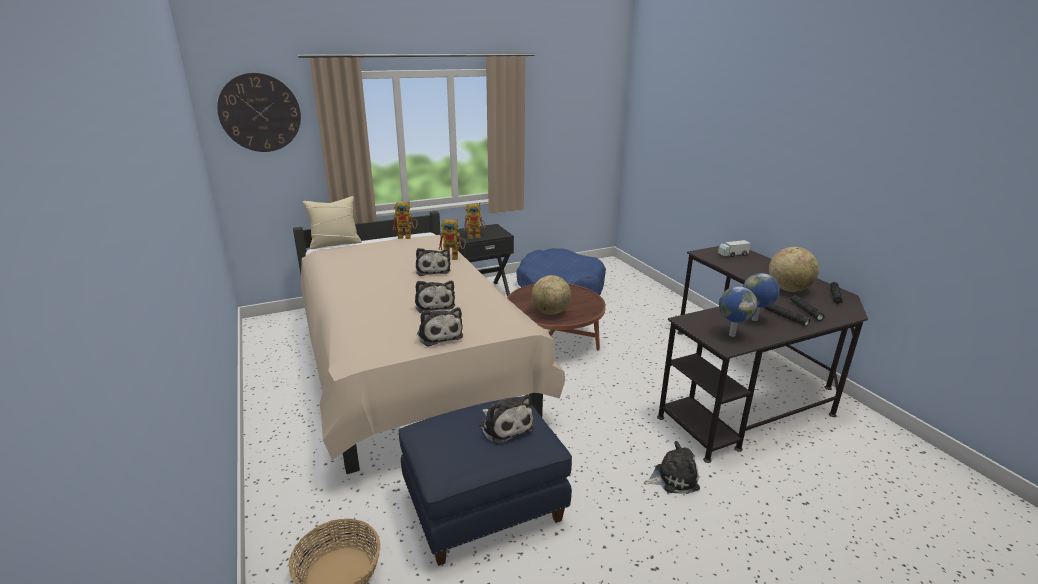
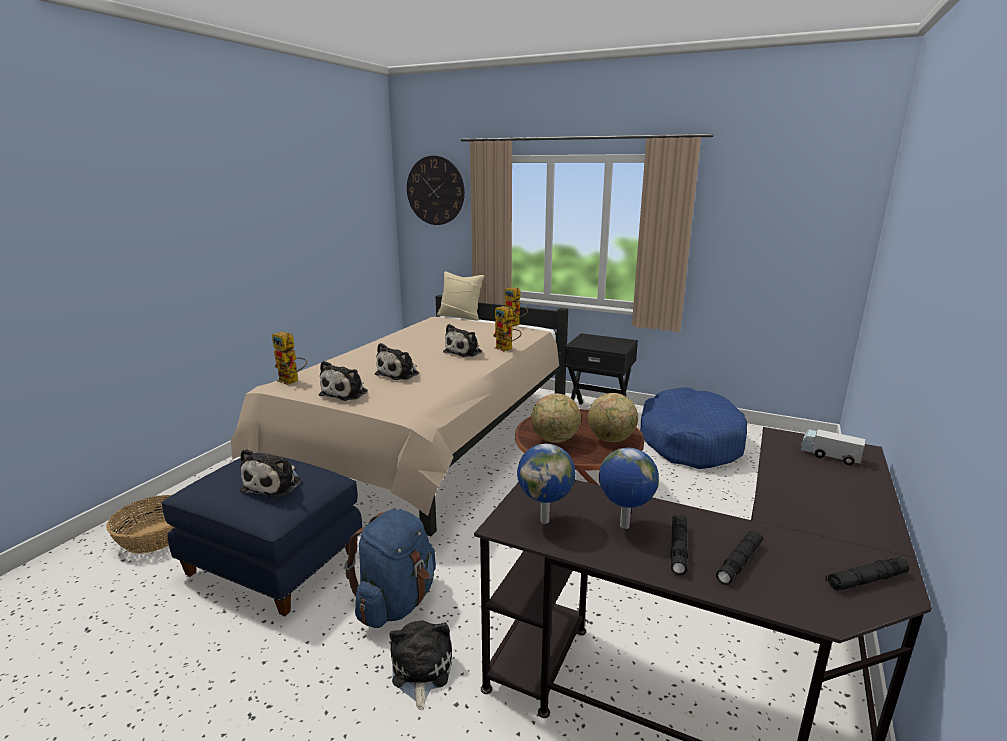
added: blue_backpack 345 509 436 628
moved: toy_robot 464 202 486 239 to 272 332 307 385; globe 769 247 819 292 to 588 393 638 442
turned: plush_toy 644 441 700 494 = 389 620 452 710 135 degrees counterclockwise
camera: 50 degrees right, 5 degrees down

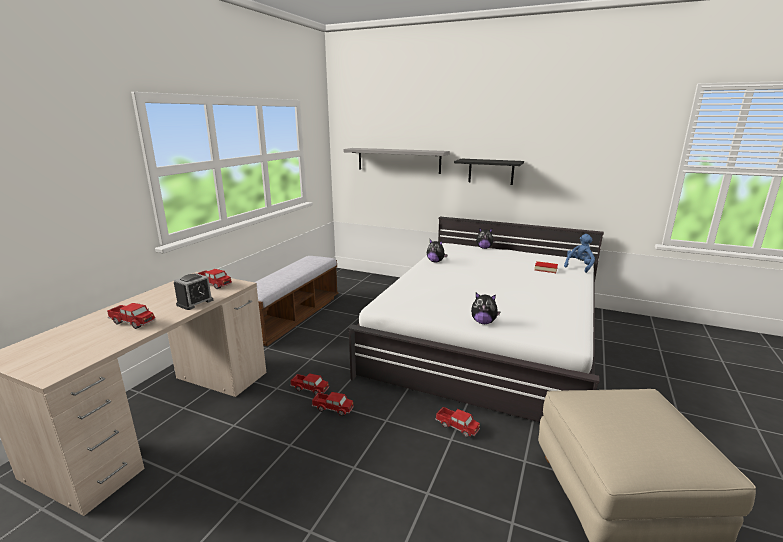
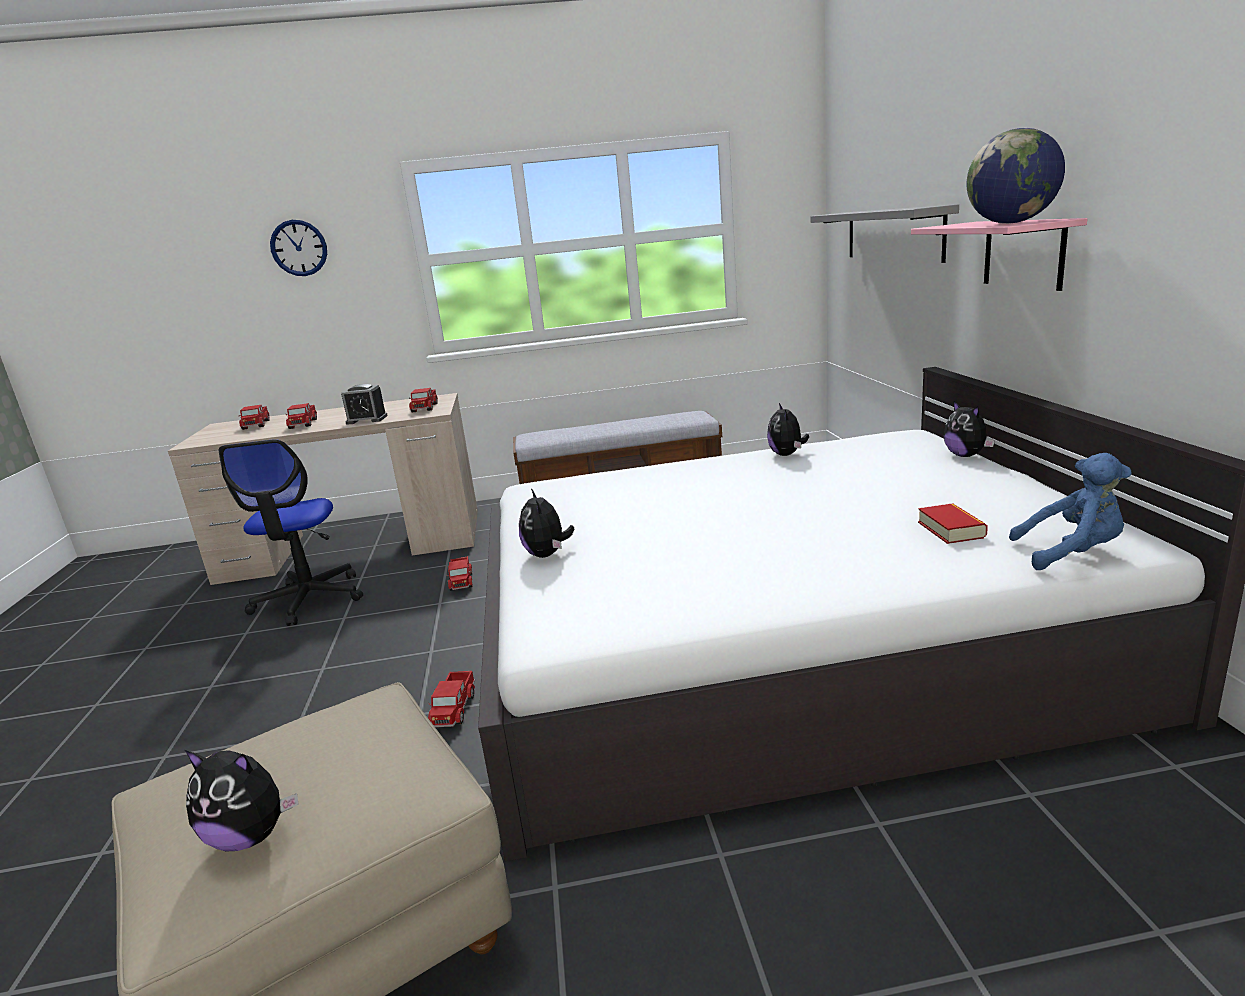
added: plush_toy 185 750 299 852; office_chair 219 439 363 626; wall_clock 270 220 327 276; globe 966 128 1065 224
moved: toy_truck 312 392 354 416 to 239 405 270 430
recoloured: black_shelf 454 159 524 185 to pink_shelf 911 218 1087 291
camera: 60 degrees right, 0 degrees up

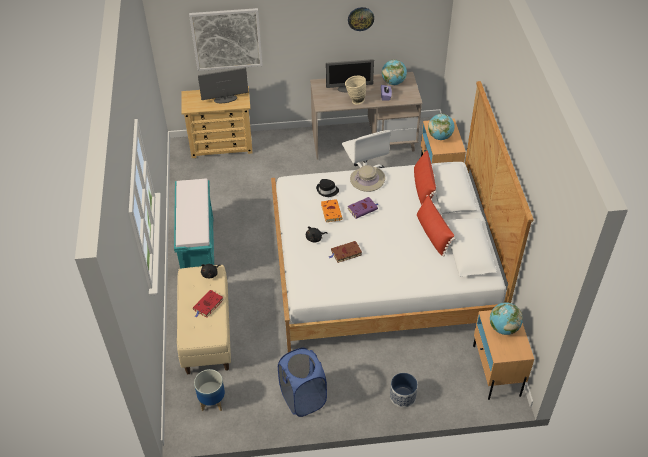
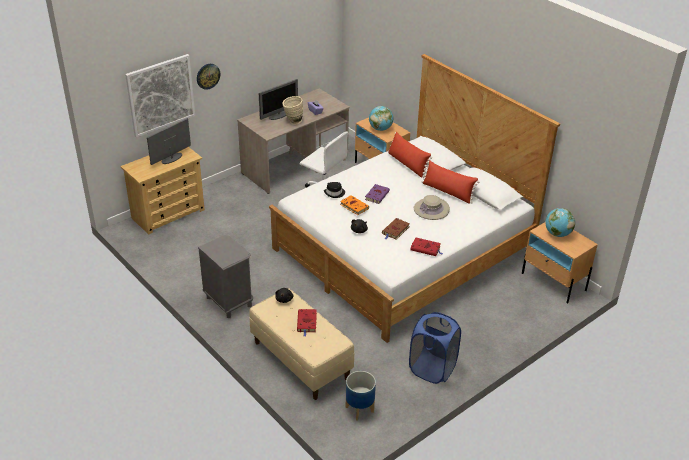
removed: globe 382 59 407 85; planter 390 373 418 408
added: red_book 410 237 443 256
moved: wall_clock 348 7 374 31 to 197 64 220 90; beige_hat 350 165 385 192 to 414 195 450 220
replaced: turquoise_bench 174 179 214 269 to grey_nightstand 198 235 253 318
camera: 35 degrees left, 10 degrees down

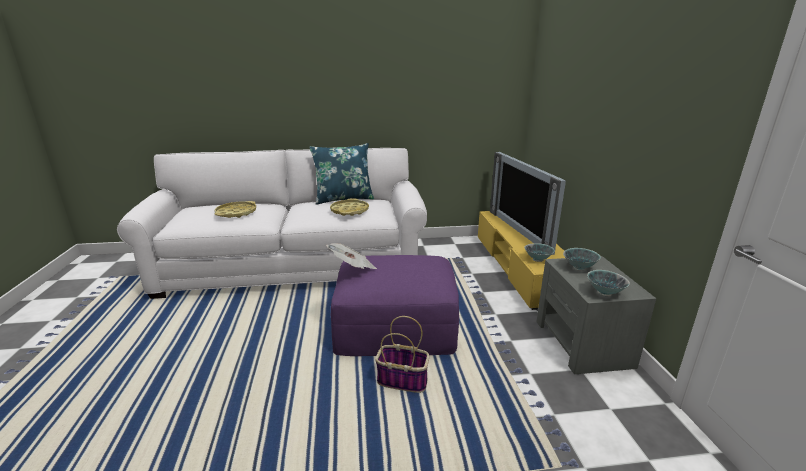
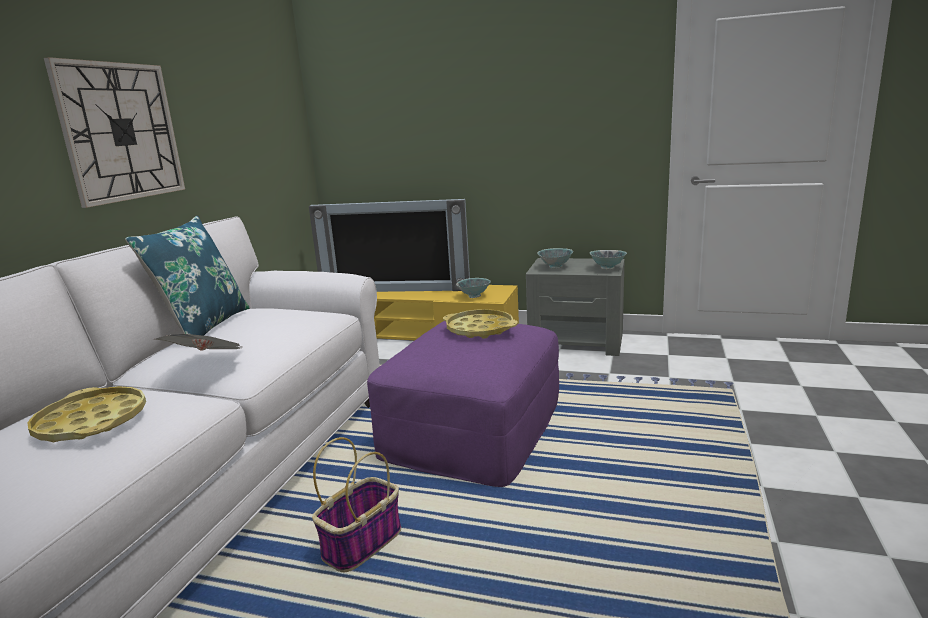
added: wall_clock 44 57 185 208
moved: newspaper 326 243 377 269 to 154 334 241 351; basket 375 316 429 393 to 312 437 401 572; yellow_tray 330 198 369 216 to 443 309 518 339
camera: 65 degrees left, 5 degrees down

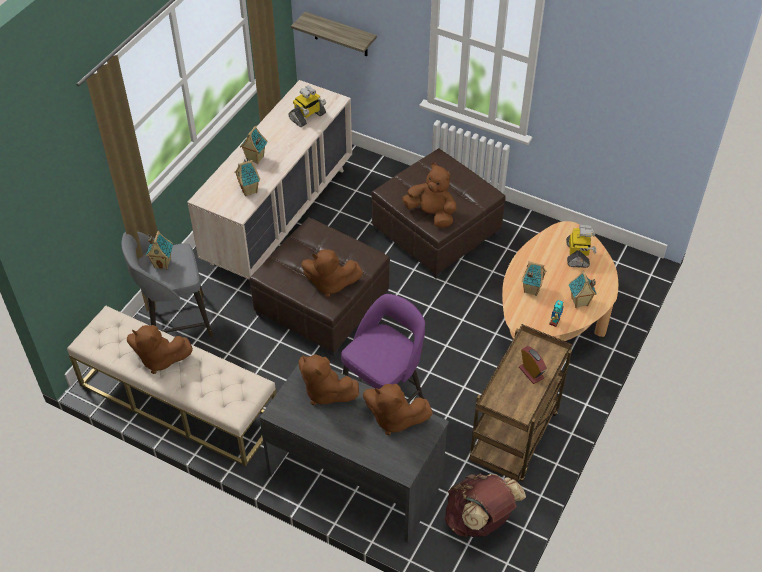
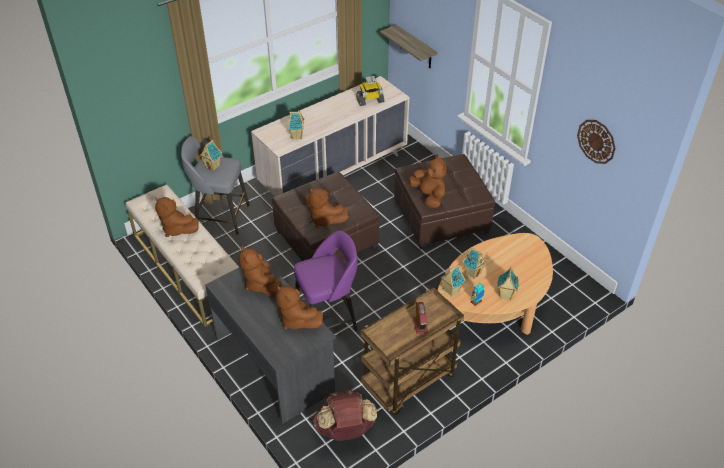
removed: toy_robot 566 225 596 268
added: wall_clock 577 120 616 164
moved: toy_house 240 125 267 164 to 440 264 465 297
camera: 25 degrees right, 5 degrees down

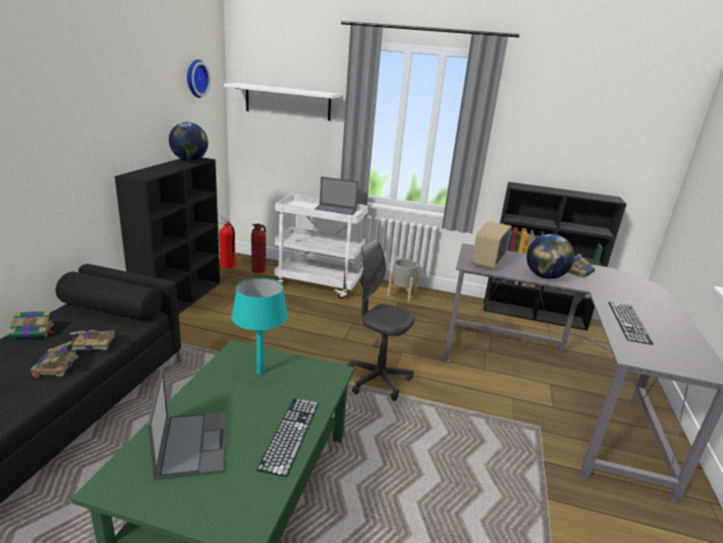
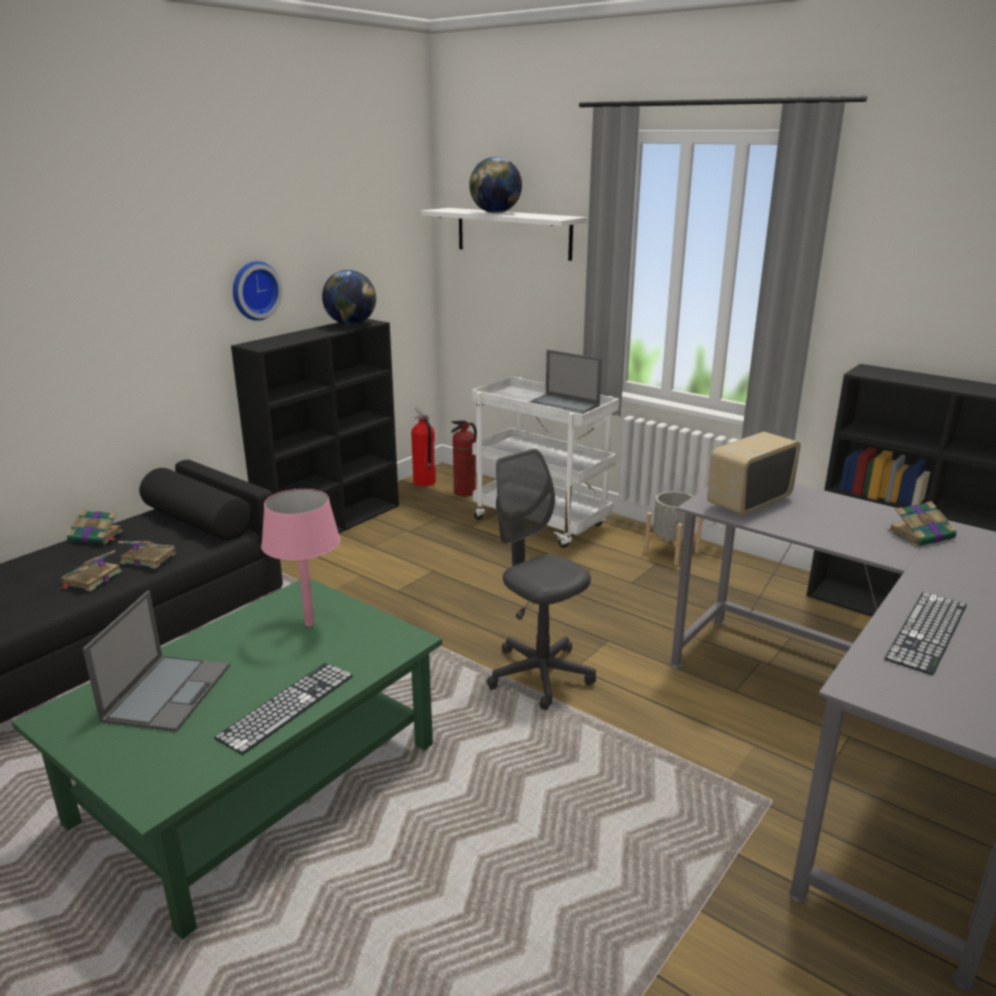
moved: wall_clock 187 60 211 98 to 233 261 283 321; globe 526 234 574 279 to 469 157 522 213
recoloured: turquoise_table_lamp 232 278 288 375 to pink_table_lamp 261 489 340 626
camera: 25 degrees right, 0 degrees up

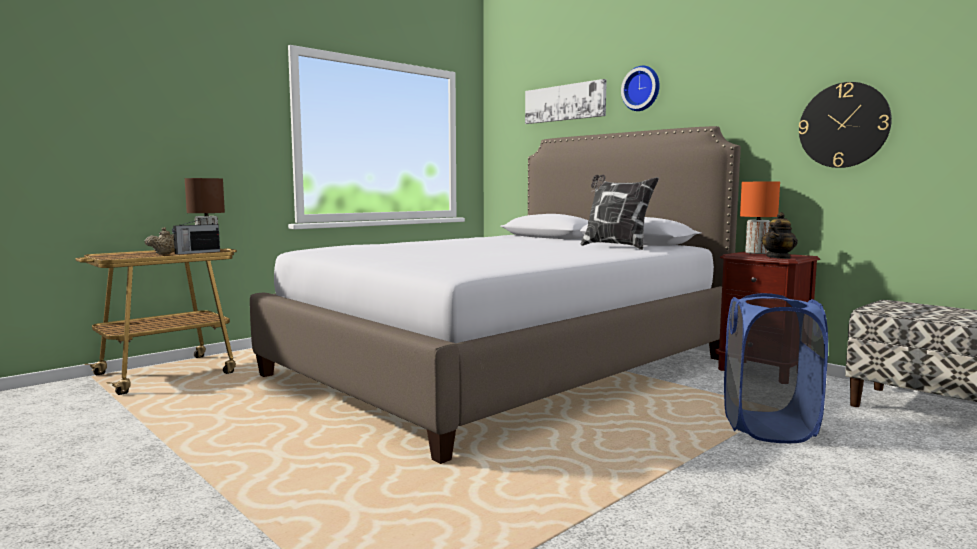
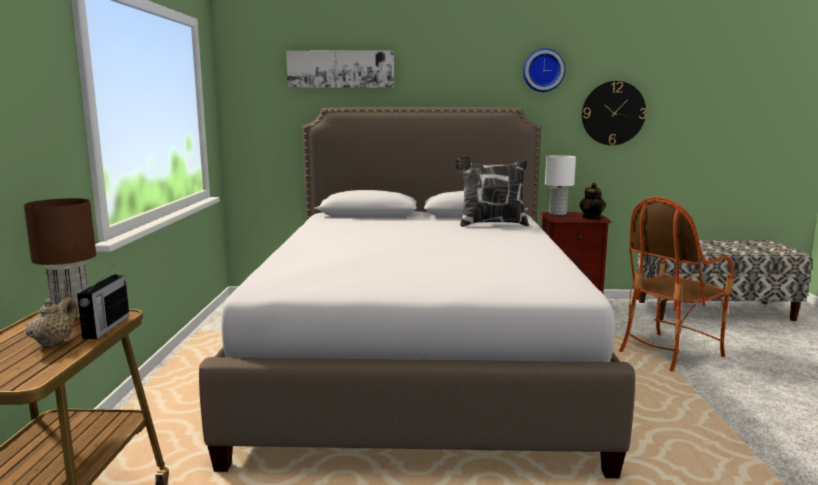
moved: wall_clock 621 66 660 111 to 523 48 565 92
replaced: blue_laundry_basket 724 293 828 443 to armchair 619 197 734 372
recoloured: orange_table_lamp 740 182 780 254 to white_table_lamp 545 155 576 215
camera: 45 degrees left, 5 degrees up

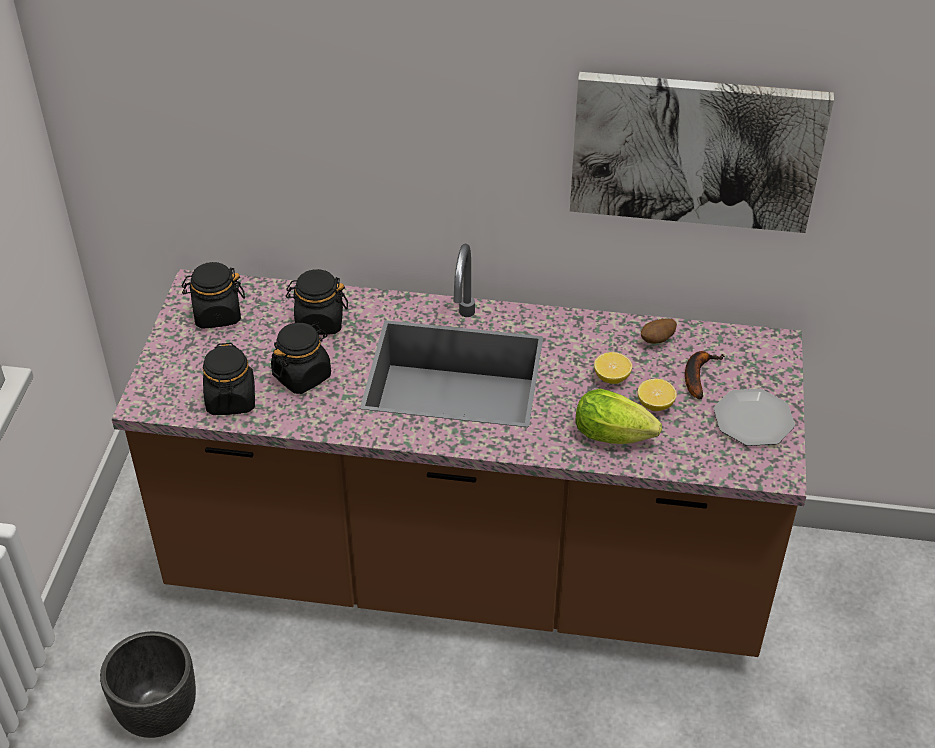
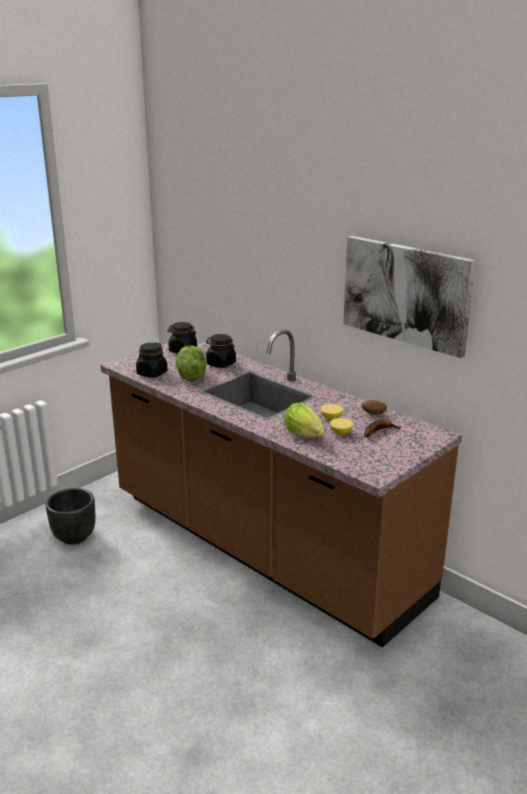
removed: plate 714 389 795 446
replaced: black_jar 271 323 331 394 to lettuce 176 345 206 380
camera: 35 degrees right, 20 degrees down

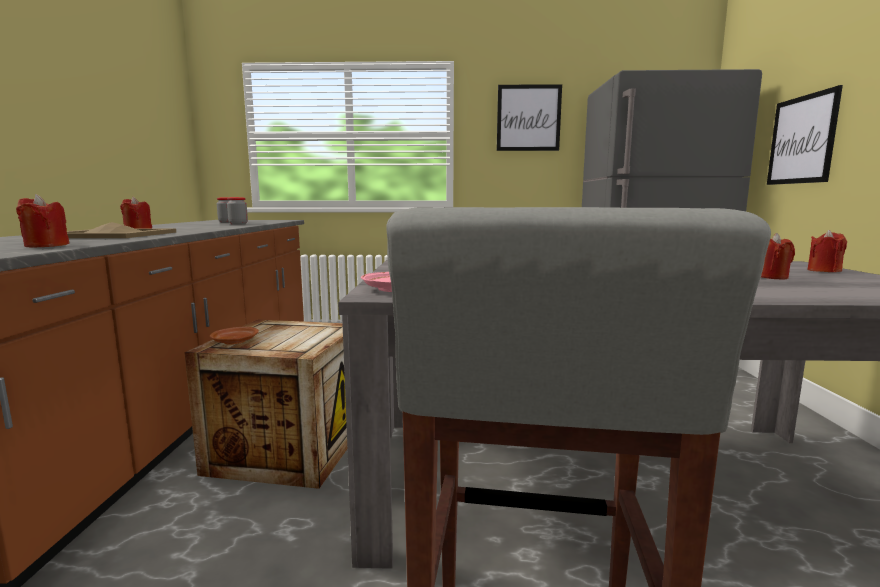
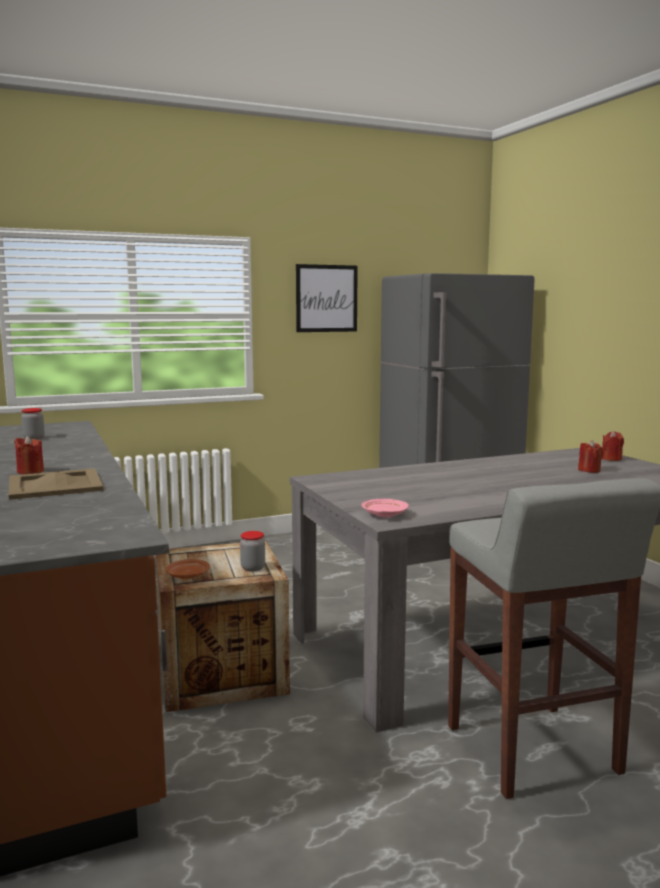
removed: red_candle 16 194 69 248; picture 767 85 843 185
moved: jar 227 197 248 225 to 240 531 265 572
camera: 25 degrees left, 0 degrees up

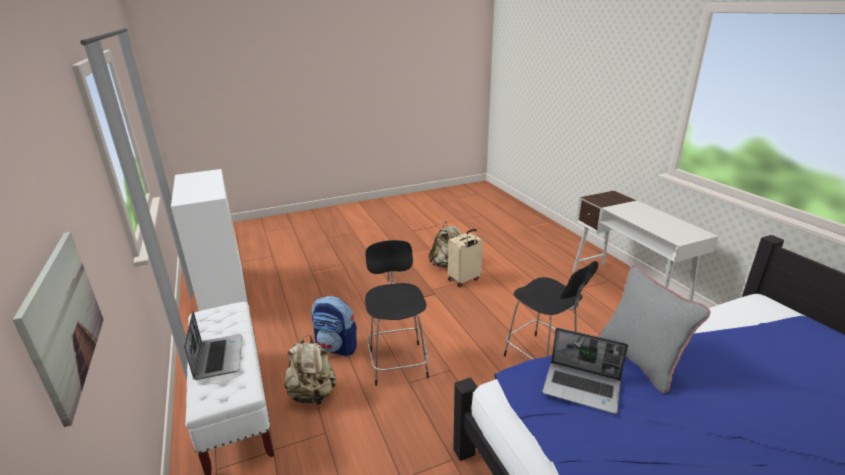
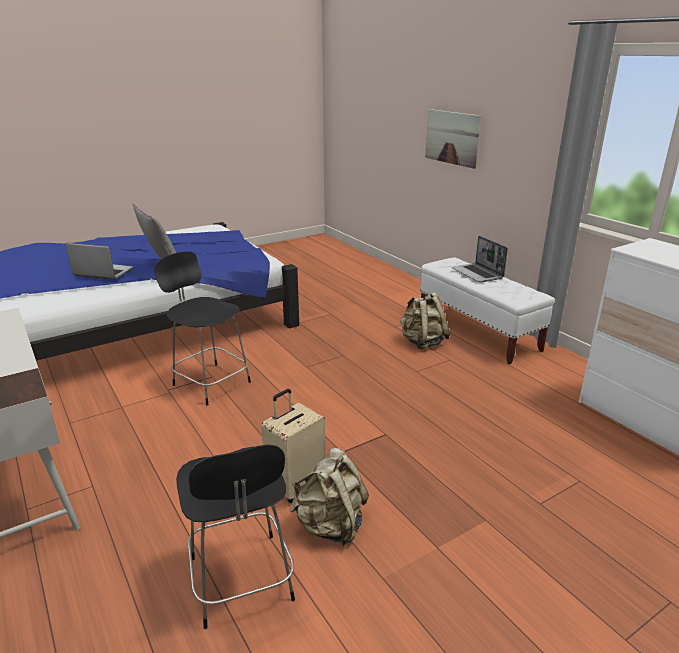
removed: backpack 312 296 357 356
moved: laptop 543 328 628 414 to 66 243 134 280; black_chair 365 240 429 386 to 176 444 295 629
camera: 170 degrees right, 0 degrees up

